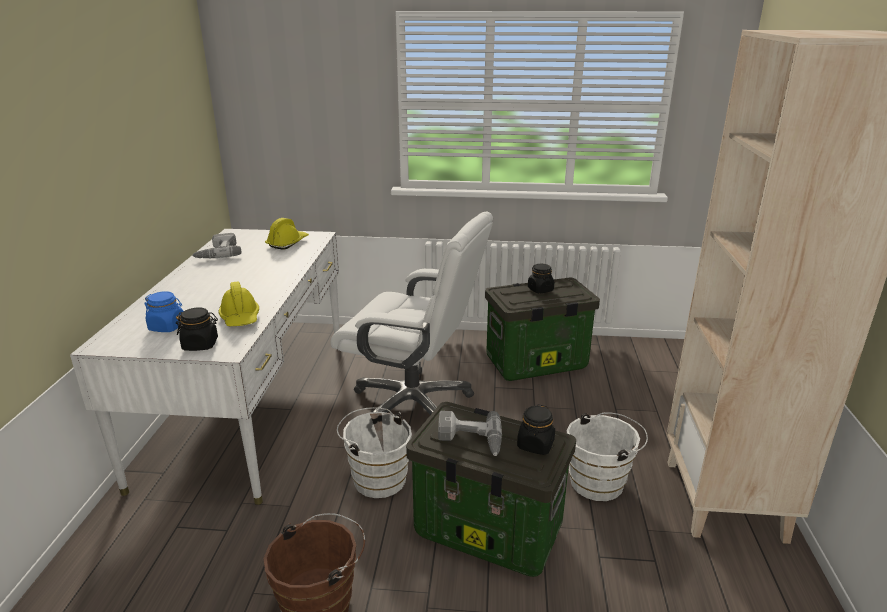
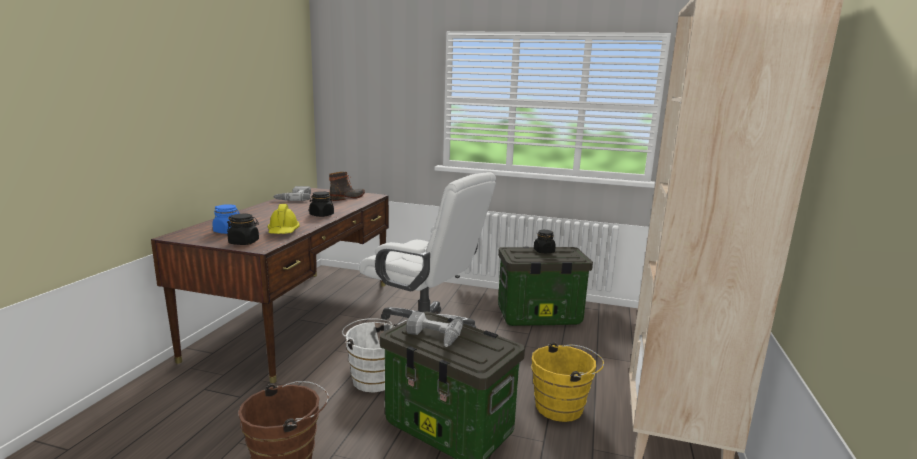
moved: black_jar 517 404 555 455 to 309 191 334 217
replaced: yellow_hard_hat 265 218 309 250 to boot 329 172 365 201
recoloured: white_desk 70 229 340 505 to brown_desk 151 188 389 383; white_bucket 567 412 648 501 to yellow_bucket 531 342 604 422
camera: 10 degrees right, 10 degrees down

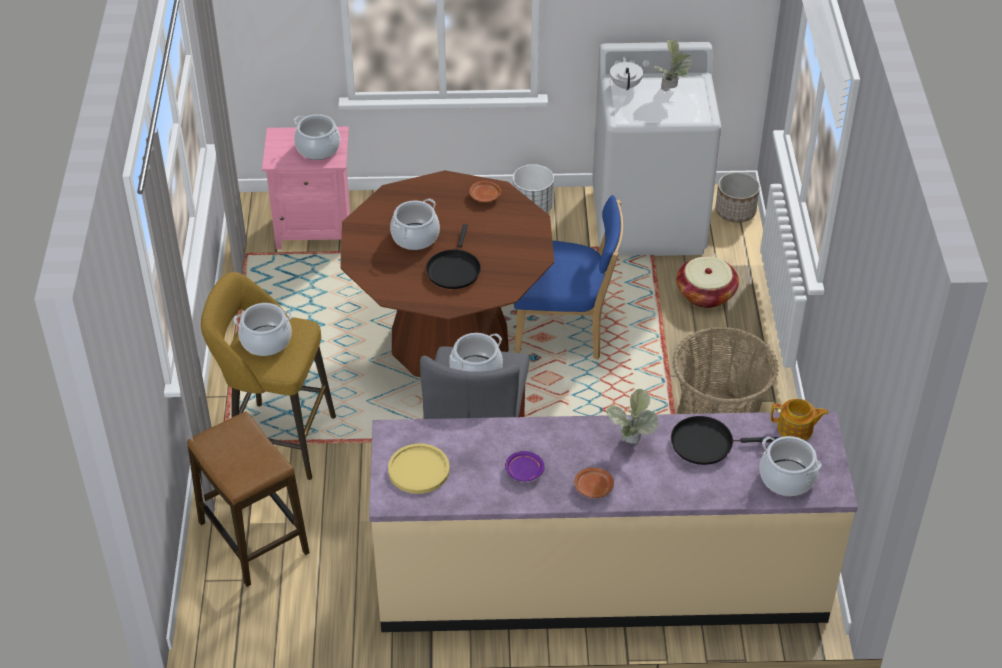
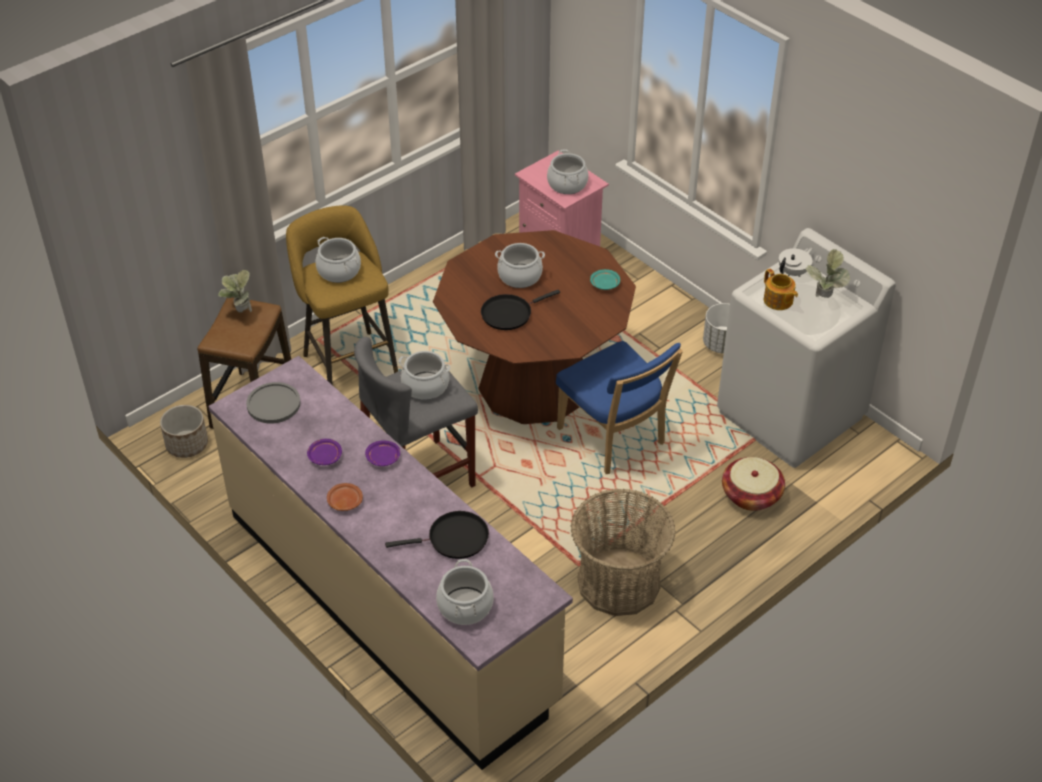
added: purple_plate 365 441 400 466
moved: planter 715 172 760 223 to 160 405 208 458; potted_plant 606 389 658 444 to 218 270 252 312; teapot 771 399 829 440 to 764 269 798 310
recoloured: yellow_plate 388 443 450 494 to grey_plate 246 382 301 423; brown_plate 469 180 501 202 to turquoise_plate 590 269 620 290
turned: black_frying_pan 671 416 778 465 = 385 511 489 559 120 degrees clockwise
camera: 50 degrees right, 0 degrees up

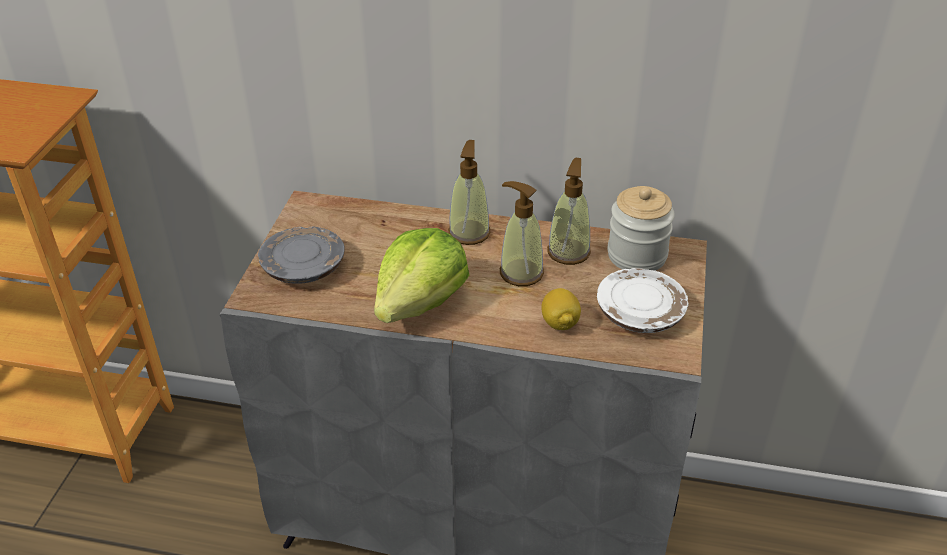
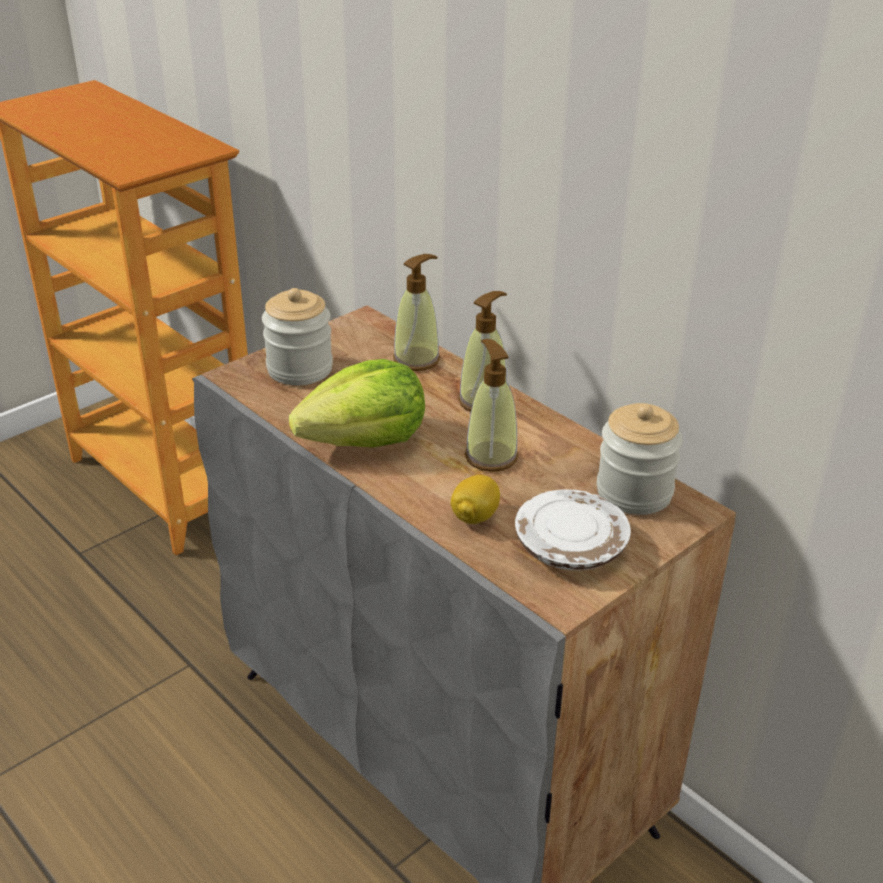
moved: soap_dispenser 547 158 591 265 to 393 254 440 371
replaced: grey_plate 258 227 345 284 to jar 262 288 333 385
camera: 35 degrees right, 5 degrees down

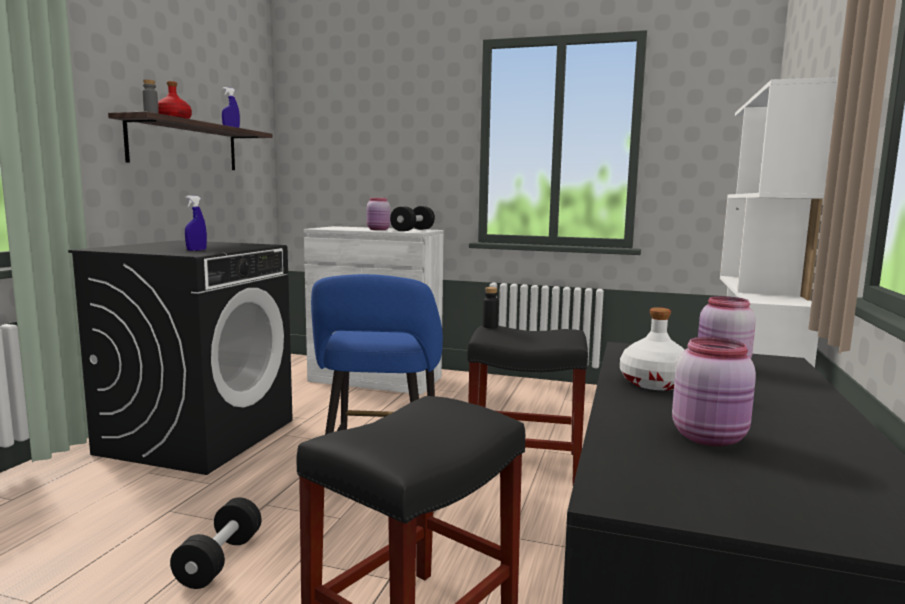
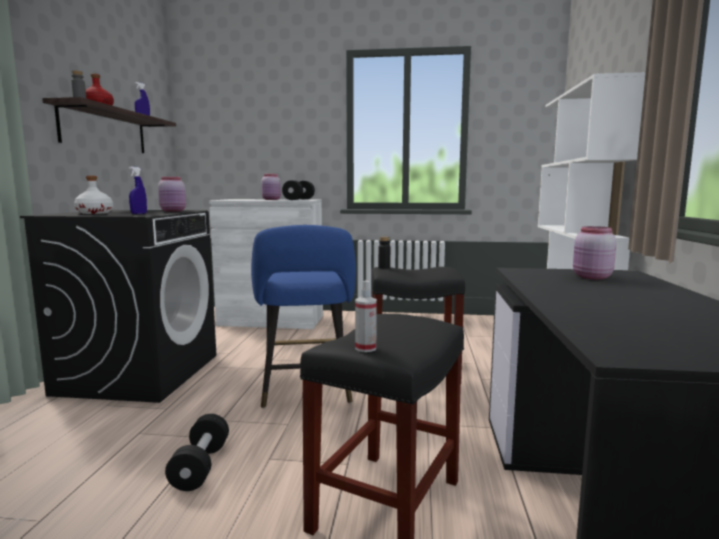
added: spray_bottle 355 281 377 352
moved: white_bottle 620 307 685 390 to 74 176 113 214; pink_jar 672 337 756 446 to 158 177 186 212
camera: 10 degrees left, 0 degrees up

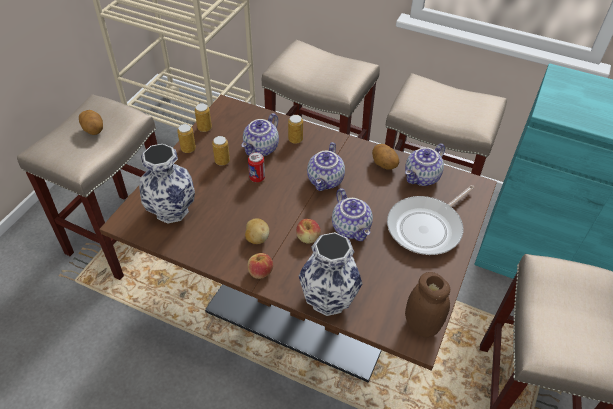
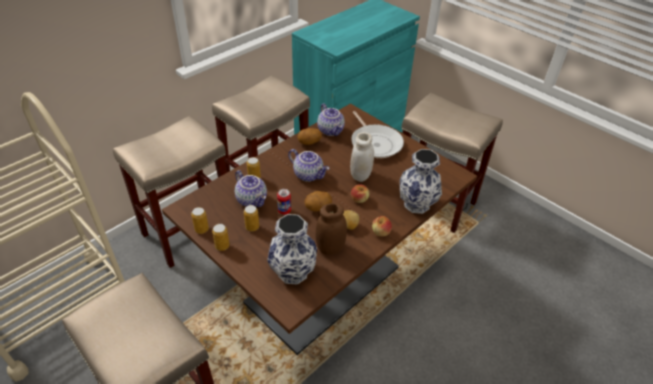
moved: potato 79 110 103 135 to 304 191 332 212; brown_jar 405 272 450 338 to 315 203 347 255
replaced: teapot 332 188 373 241 to white_jar 350 132 374 182
camera: 70 degrees left, 5 degrees down

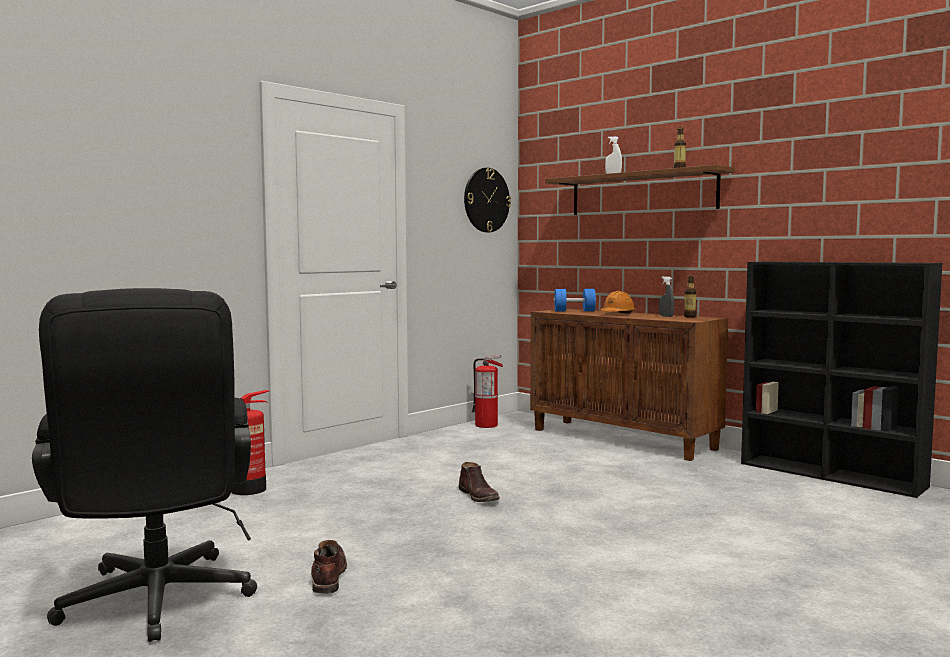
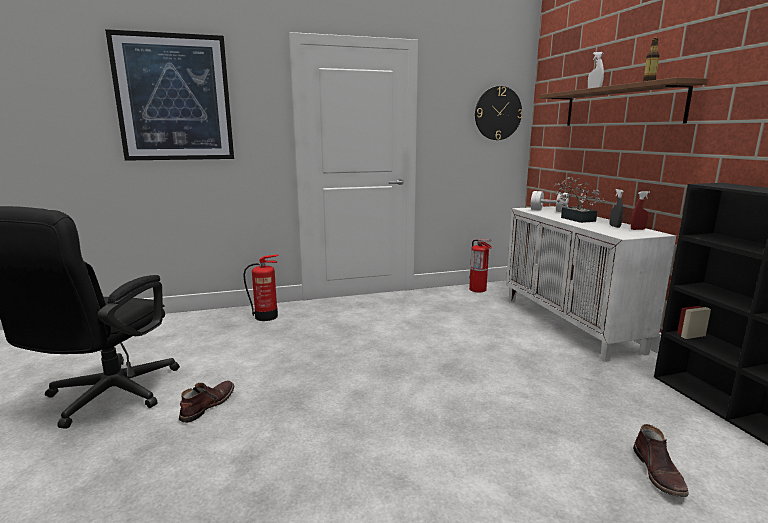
added: picture 105 29 234 161
moved: brown_boot 459 462 500 502 to 633 424 689 497
replaced: orange_hard_hat 600 291 636 314 to potted_plant 555 177 605 223; bottle 684 276 696 317 to red_spray_bottle 631 191 650 230
recoloured: brown_cabinet 530 309 728 461 to white_cabinet 506 206 676 362; blue_dumbbell 553 289 596 311 to white_dumbbell 531 191 569 212
camera: 30 degrees right, 10 degrees up

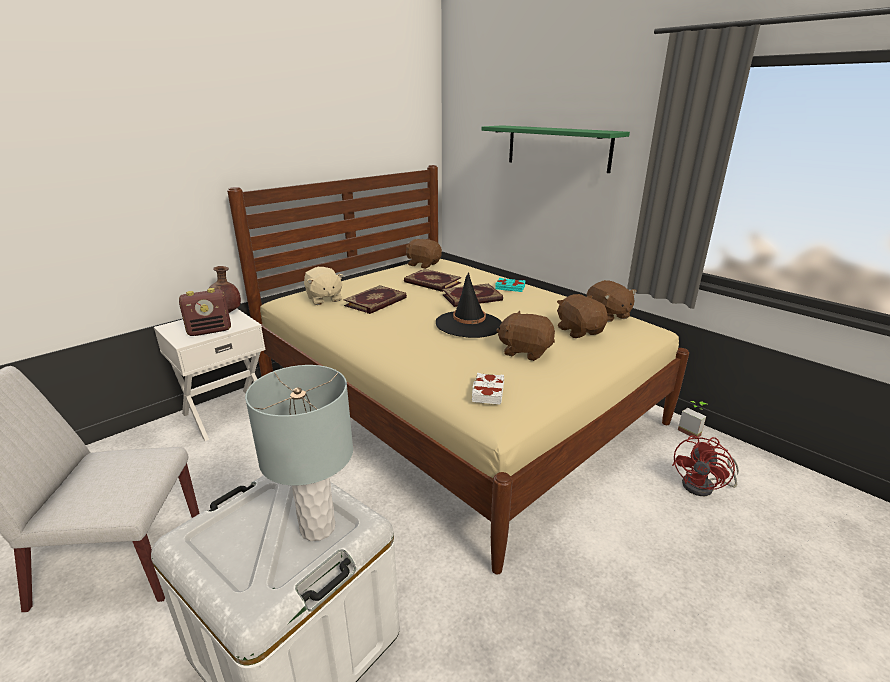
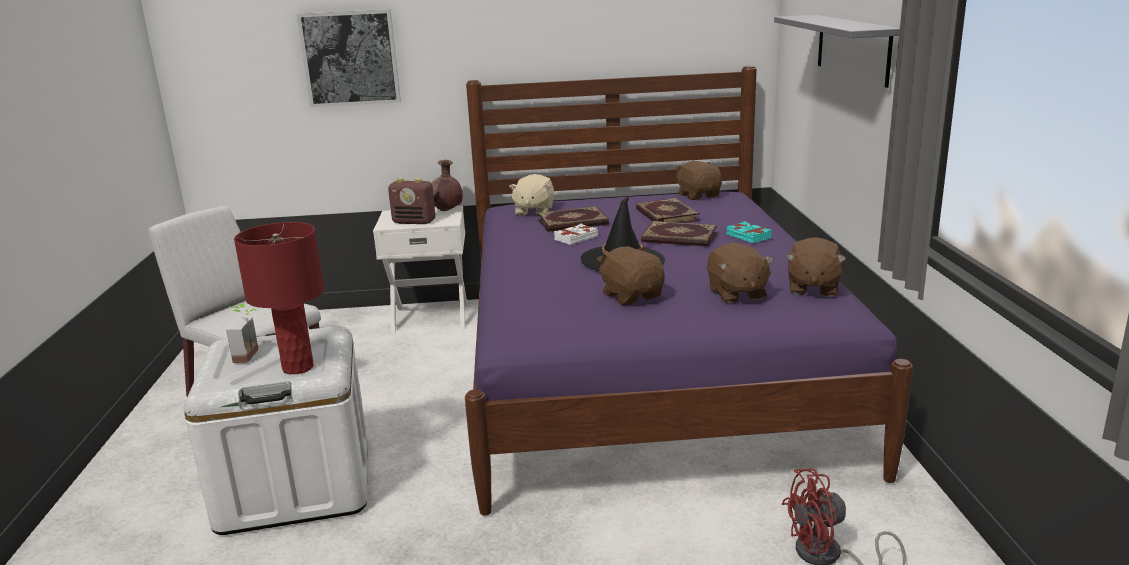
added: picture 297 9 401 107
moved: potted_plant 678 401 707 438 to 226 304 259 363; white_book 472 373 504 405 to 554 224 598 245
recoloured: grey_table_lamp 245 365 353 541 to red_table_lamp 234 222 324 374; beige_bed 227 165 689 575 to purple_bed 465 66 913 516; green_shelf 482 125 630 173 to grey_shelf 774 15 900 88
turned: brown_plush_toy 557 294 608 338 = 707 243 774 304 150 degrees clockwise
camera: 40 degrees right, 5 degrees down

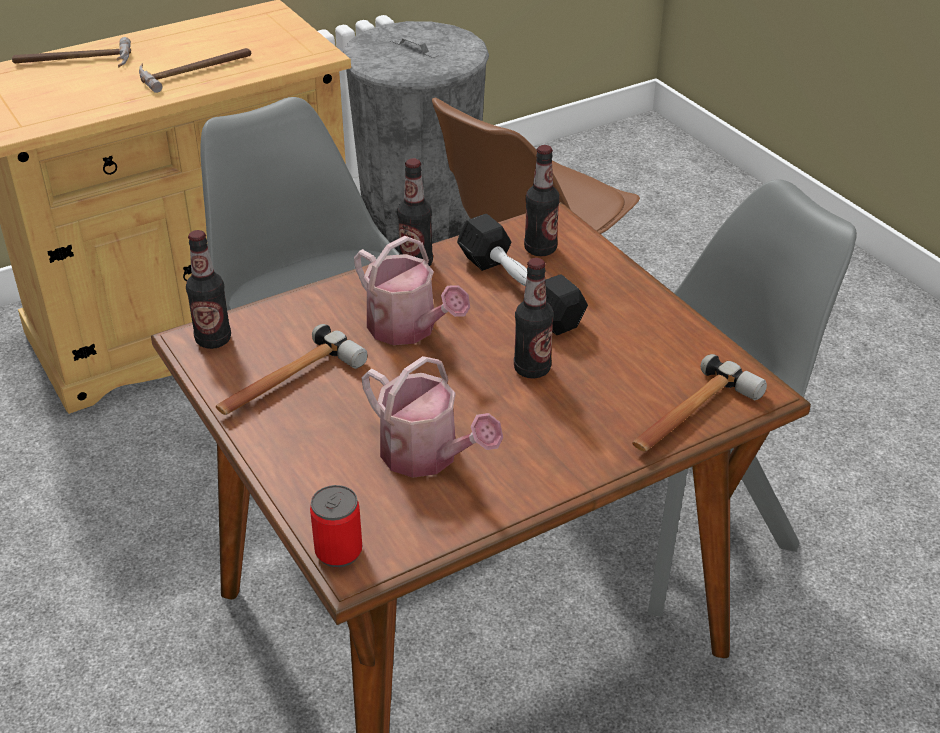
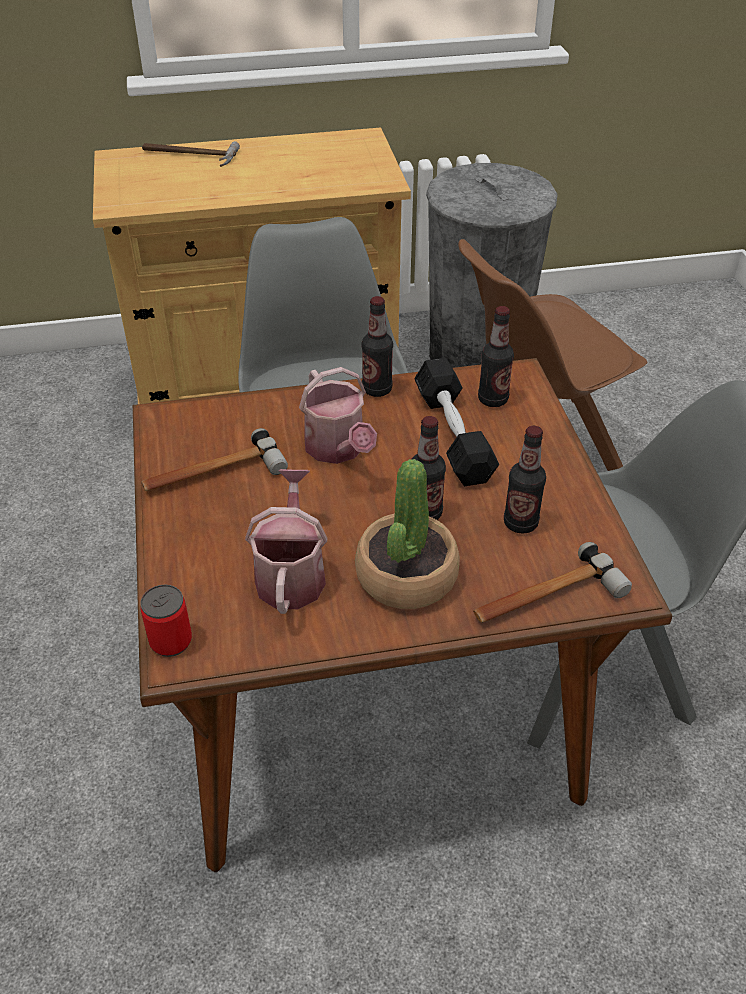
removed: hammer 139 48 251 93
added: potted_plant 355 459 460 609
moved: bottle 186 230 231 349 to 504 425 546 534
turned: watering_can 361 356 503 478 = 245 469 327 614 150 degrees counterclockwise
camera: 20 degrees right, 5 degrees up

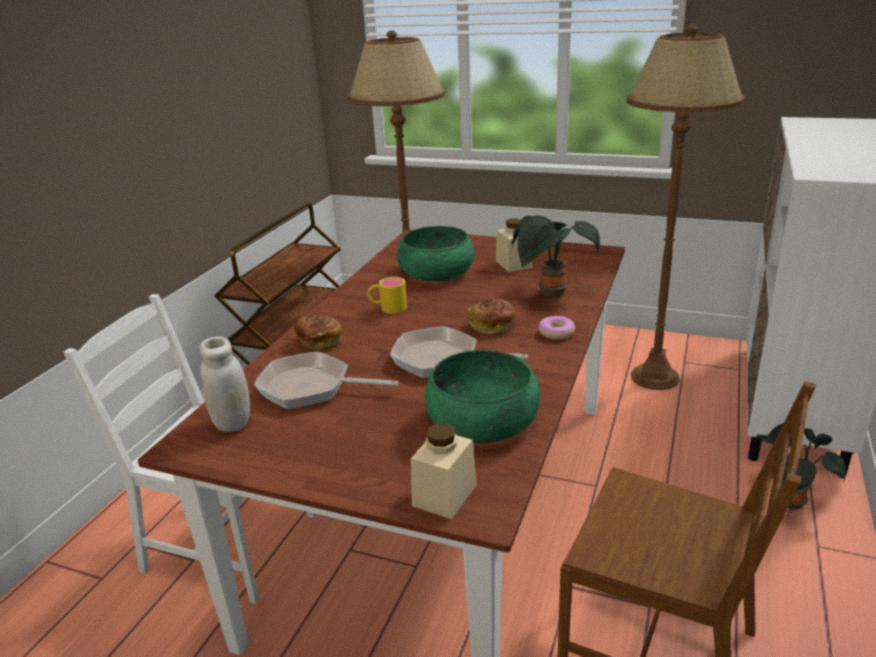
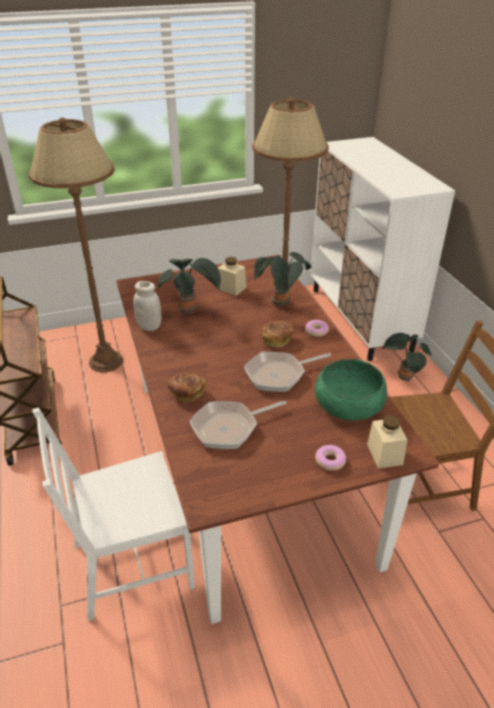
removed: yellow_mug 367 277 407 314
added: donut 315 445 346 471
moved: white_jar 199 337 250 432 to 133 281 162 331
replaced: green_bowl 397 226 474 281 to potted_plant 158 258 221 314
camera: 40 degrees left, 10 degrees up

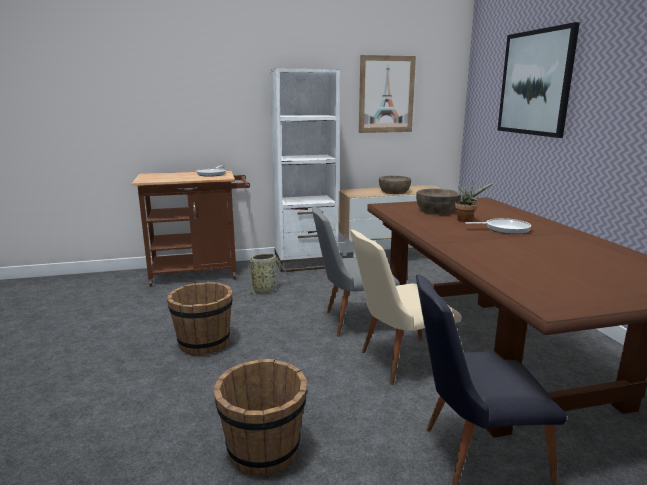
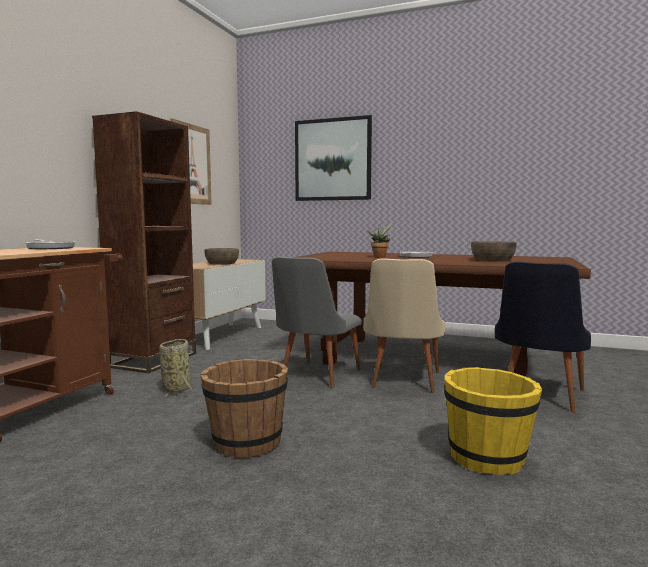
moved: brown_bowl 416 189 461 215 to 471 241 517 262
recoloured: white_bookcase 269 69 340 272 to brown_bookcase 92 111 196 373; brown_bucket 213 359 307 476 to yellow_bucket 444 367 542 475
camera: 55 degrees left, 10 degrees down

